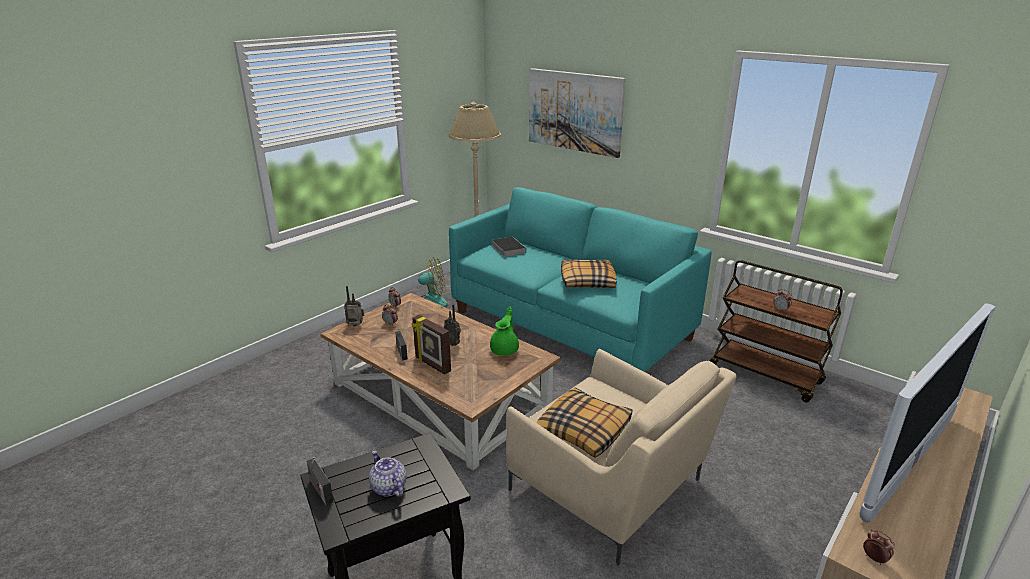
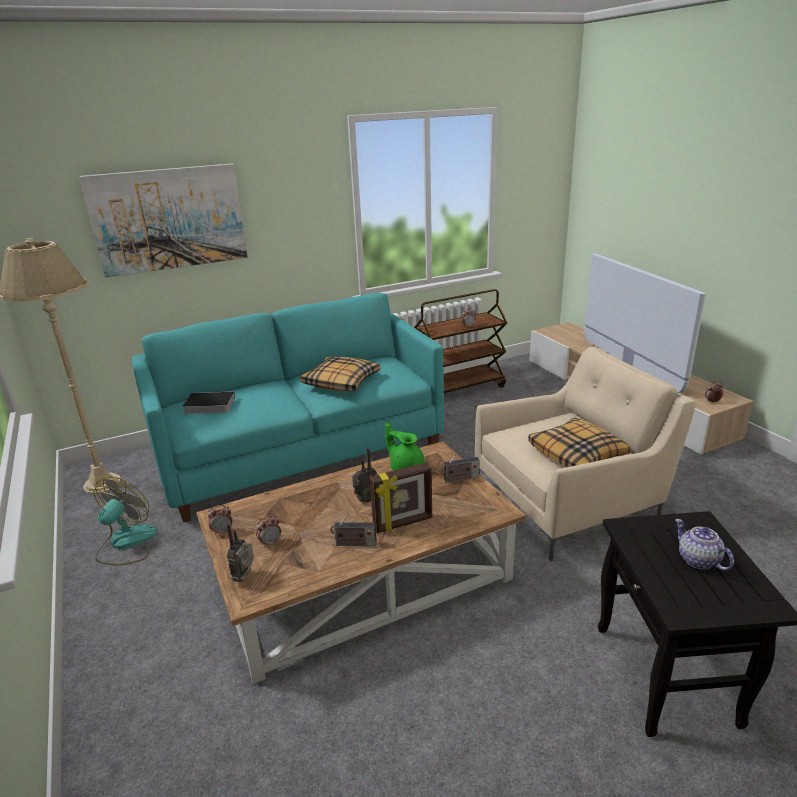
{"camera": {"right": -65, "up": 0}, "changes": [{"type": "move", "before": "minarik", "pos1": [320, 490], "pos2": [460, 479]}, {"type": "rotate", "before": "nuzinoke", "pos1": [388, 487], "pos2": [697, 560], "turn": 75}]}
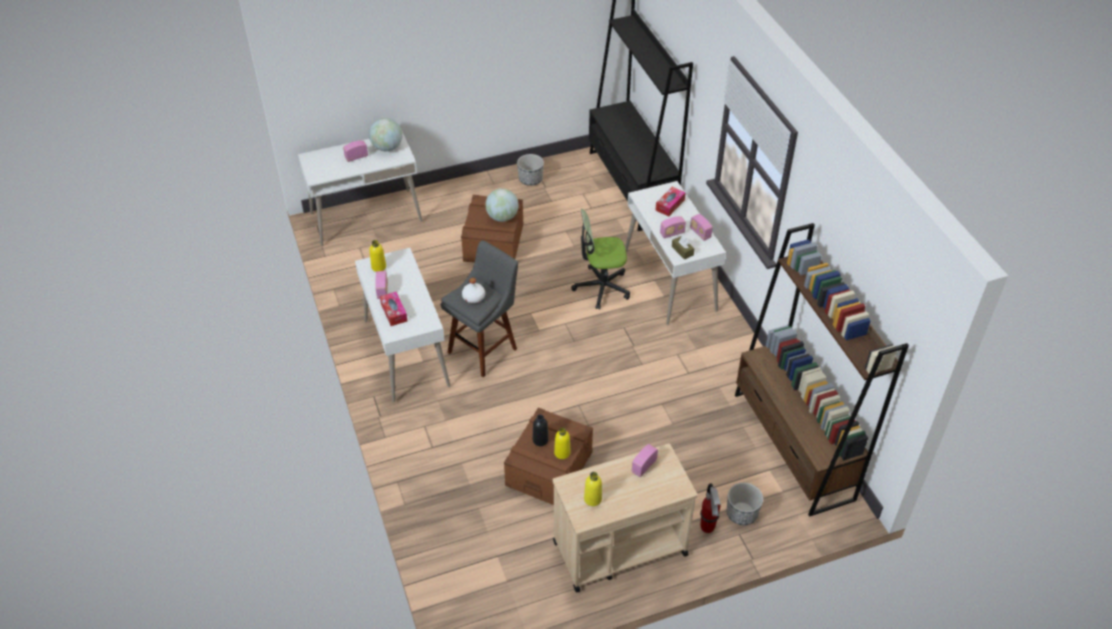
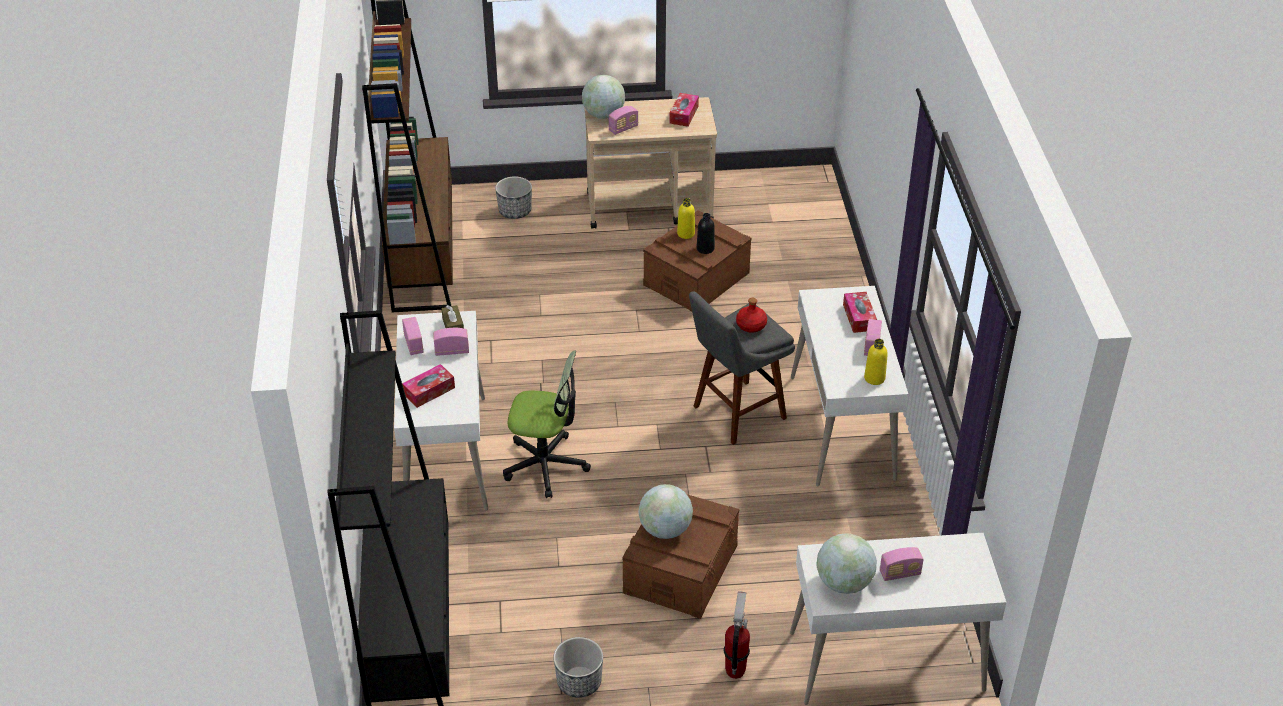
{"camera": {"right": -165, "up": -5}, "changes": [{"type": "insert", "after": "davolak", "pos2": [603, 115]}, {"type": "replace", "before": "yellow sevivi", "after": "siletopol", "pos1": [592, 499], "pos2": [684, 115]}, {"type": "move", "before": "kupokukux", "pos1": [707, 528], "pos2": [735, 670]}, {"type": "recolor", "before": "white sevivi", "after": "red sevivi", "pos1": [473, 297], "pos2": [751, 325]}]}
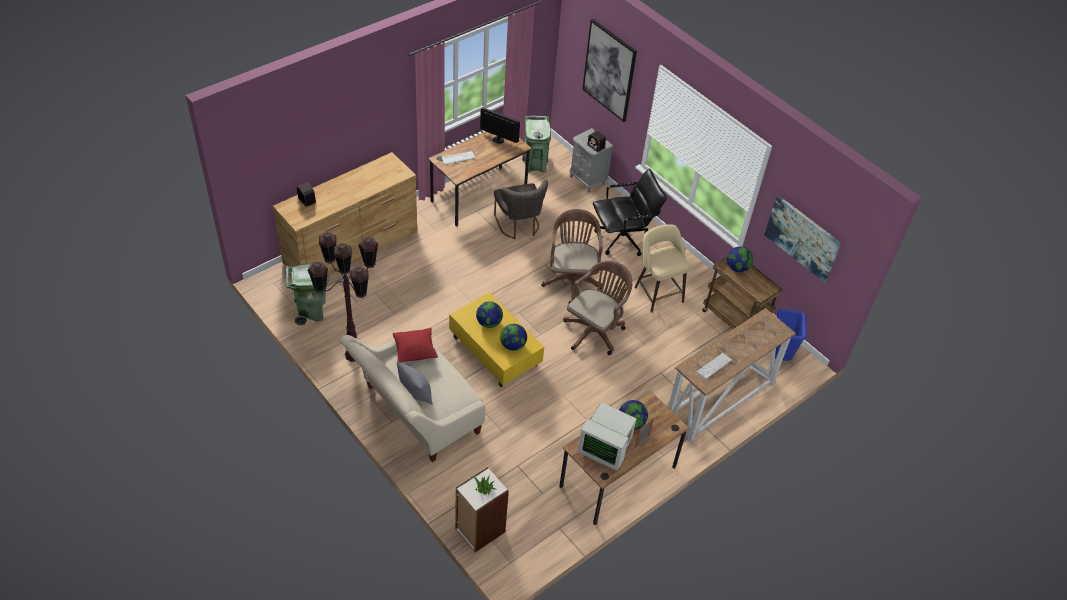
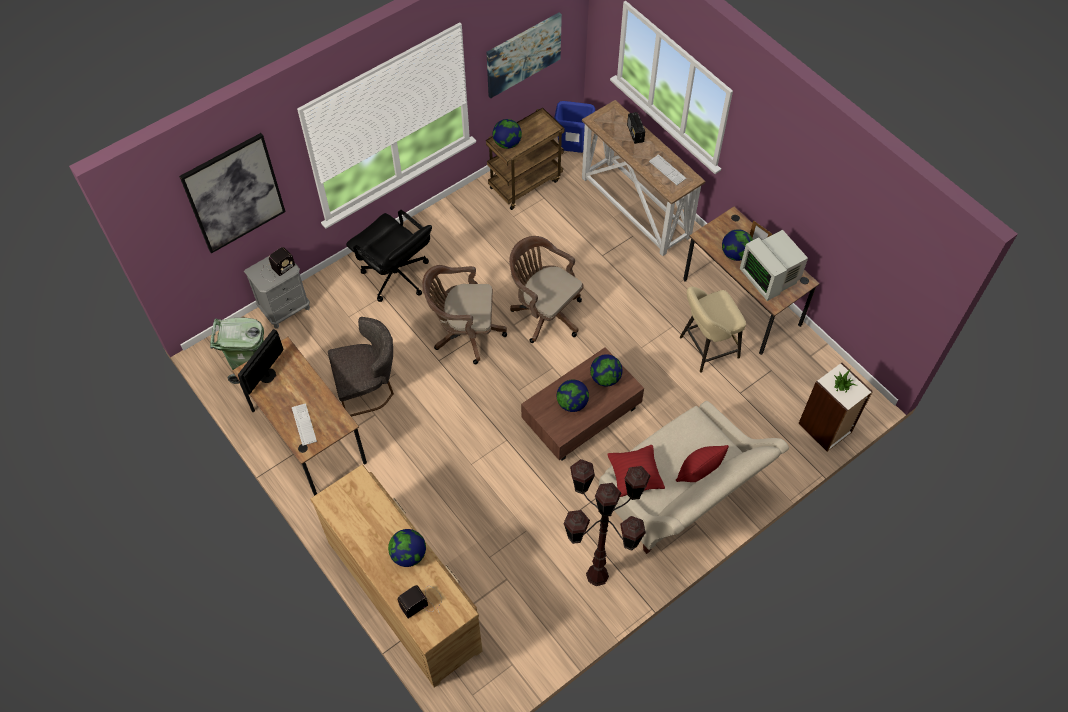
{"camera": {"right": -85, "up": 10}, "changes": [{"type": "rotate", "before": "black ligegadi", "pos1": [623, 239], "pos2": [396, 277], "turn": 150}, {"type": "insert", "after": "davolak", "pos2": [408, 554]}, {"type": "recolor", "before": "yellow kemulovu", "after": "brown kemulovu", "pos1": [494, 350], "pos2": [580, 415]}, {"type": "insert", "after": "minarik", "pos2": [635, 134]}, {"type": "recolor", "before": "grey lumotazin", "after": "red lumotazin", "pos1": [415, 394], "pos2": [698, 472]}, {"type": "move", "before": "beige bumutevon", "pos1": [657, 293], "pos2": [706, 348]}, {"type": "rotate", "before": "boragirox", "pos1": [605, 448], "pos2": [770, 278], "turn": 120}, {"type": "delete", "before": "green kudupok", "pos1": [311, 312]}]}
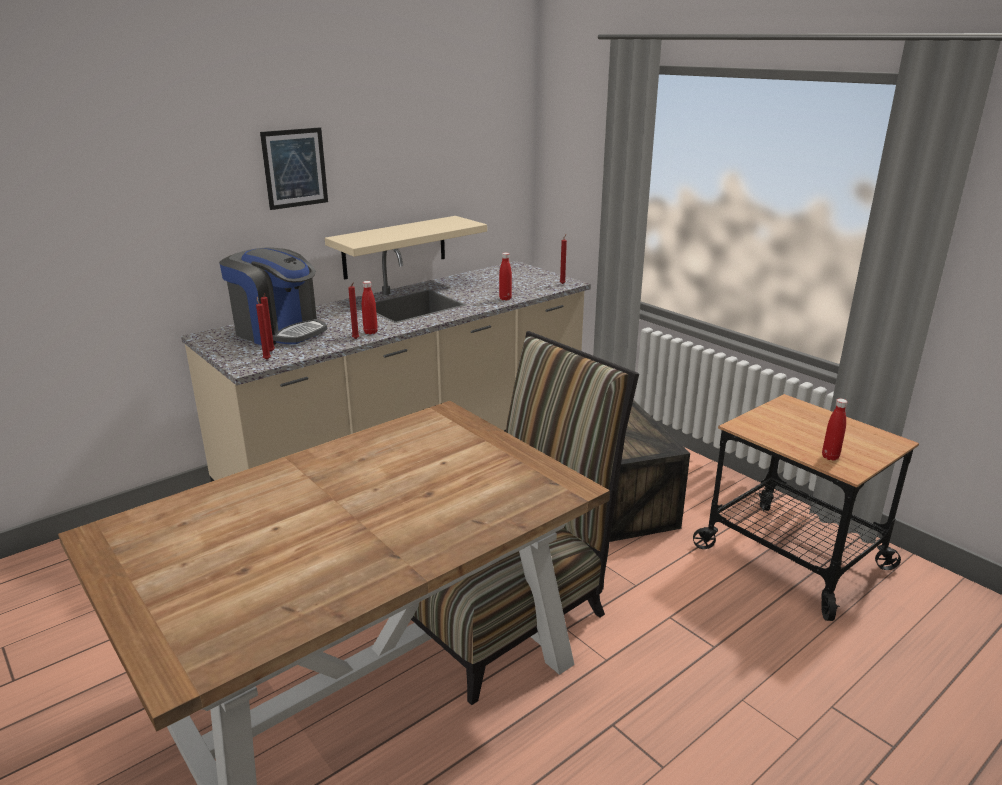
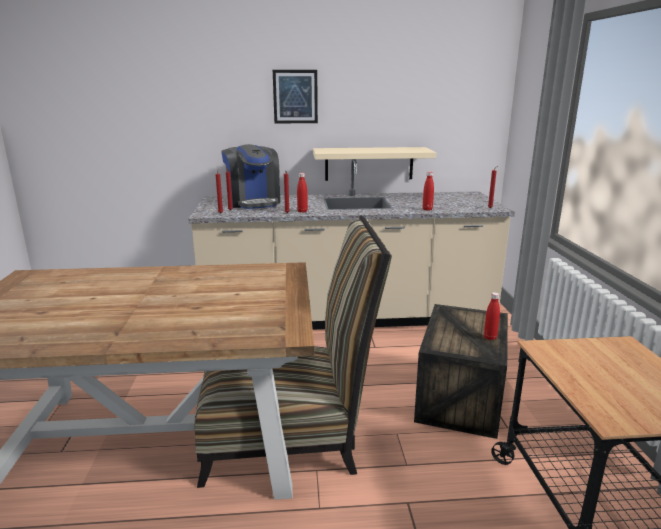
{"camera": {"right": 35, "up": -5}, "changes": [{"type": "move", "before": "red sevivi", "pos1": [830, 457], "pos2": [490, 337]}]}
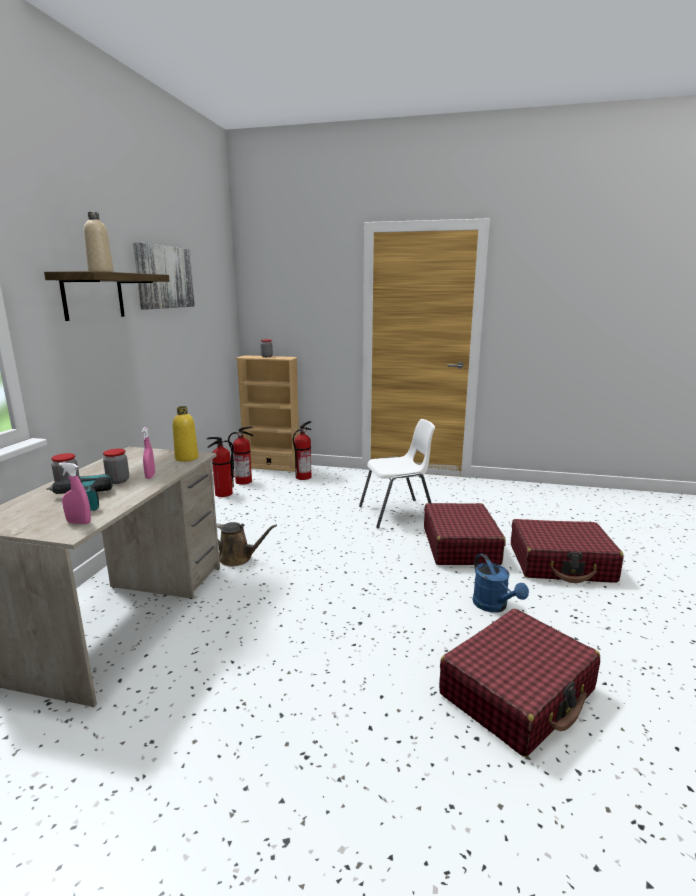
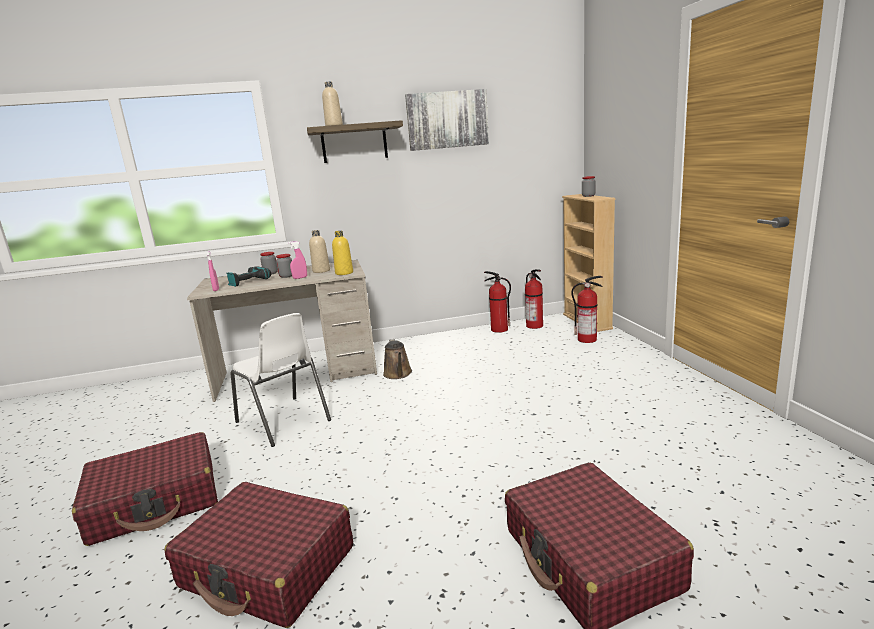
{"camera": {"right": 65, "up": 0}, "changes": [{"type": "move", "before": "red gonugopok", "pos1": [460, 545], "pos2": [156, 501]}, {"type": "move", "before": "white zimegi", "pos1": [398, 513], "pos2": [284, 422]}, {"type": "insert", "after": "beige sevivi", "pos2": [321, 271]}, {"type": "delete", "before": "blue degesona", "pos1": [494, 606]}]}
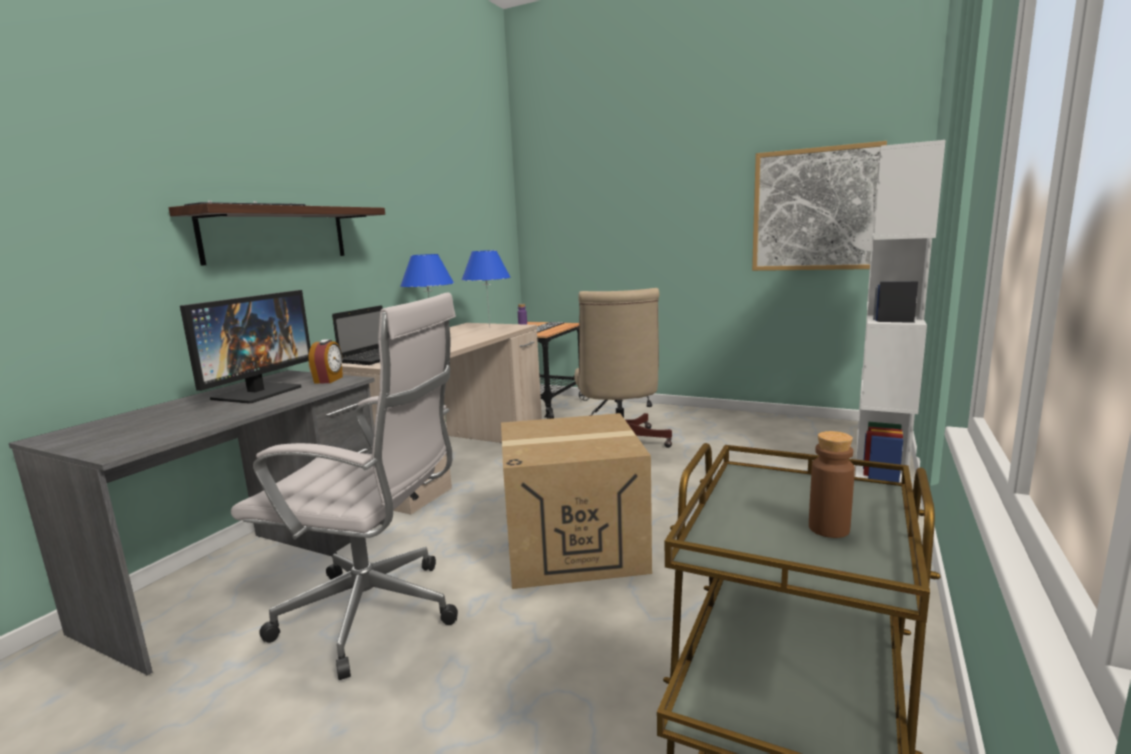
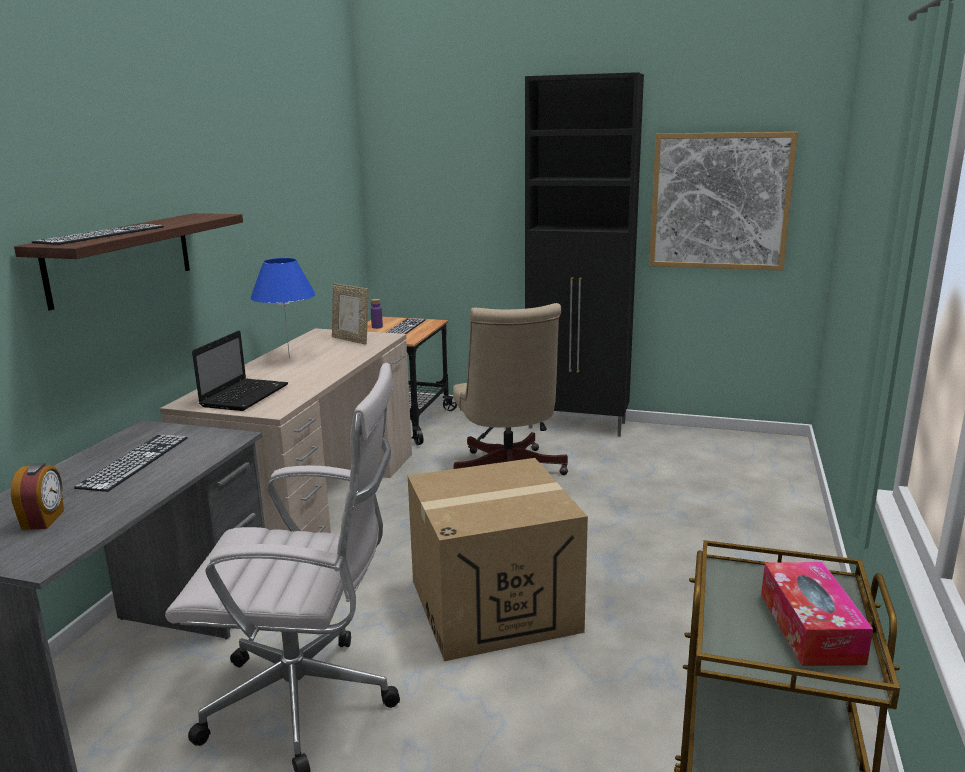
{"camera": {"right": -10, "up": 5}, "changes": [{"type": "move", "before": "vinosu", "pos1": [329, 380], "pos2": [44, 520]}, {"type": "replace", "before": "boragirox", "after": "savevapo", "pos1": [258, 392], "pos2": [134, 462]}, {"type": "replace", "before": "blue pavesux", "after": "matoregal", "pos1": [490, 328], "pos2": [351, 340]}, {"type": "insert", "after": "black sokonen", "pos2": [578, 426]}, {"type": "replace", "before": "brown sevivi", "after": "siletopol", "pos1": [828, 528], "pos2": [810, 627]}, {"type": "delete", "before": "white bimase", "pos1": [881, 457]}]}
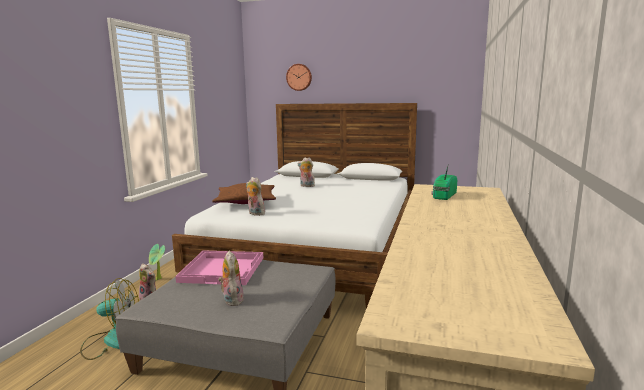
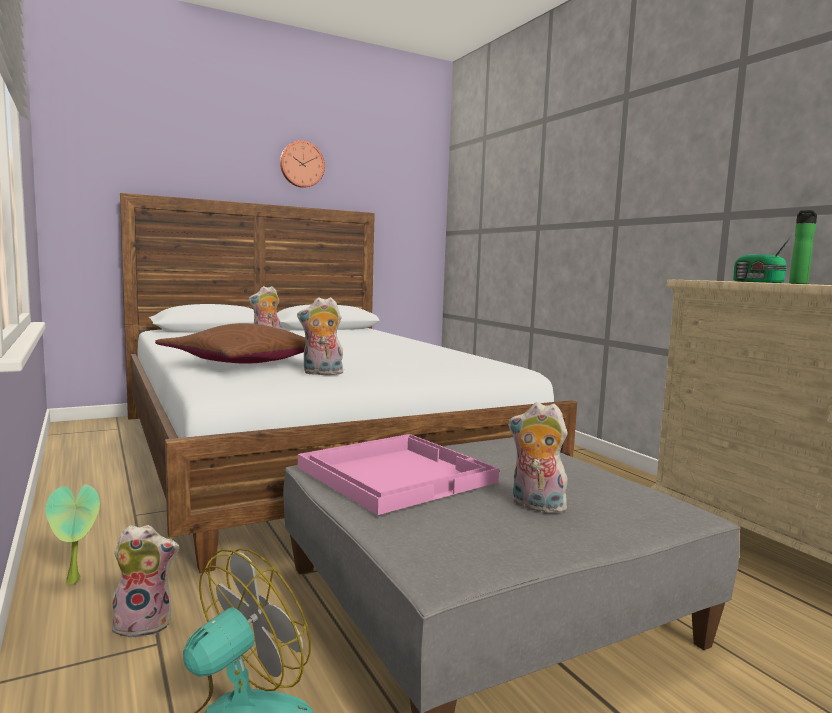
{"camera": {"right": -45, "up": -5}, "changes": [{"type": "move", "before": "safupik", "pos1": [299, 77], "pos2": [301, 164]}, {"type": "insert", "after": "sevivi", "pos2": [798, 283]}]}
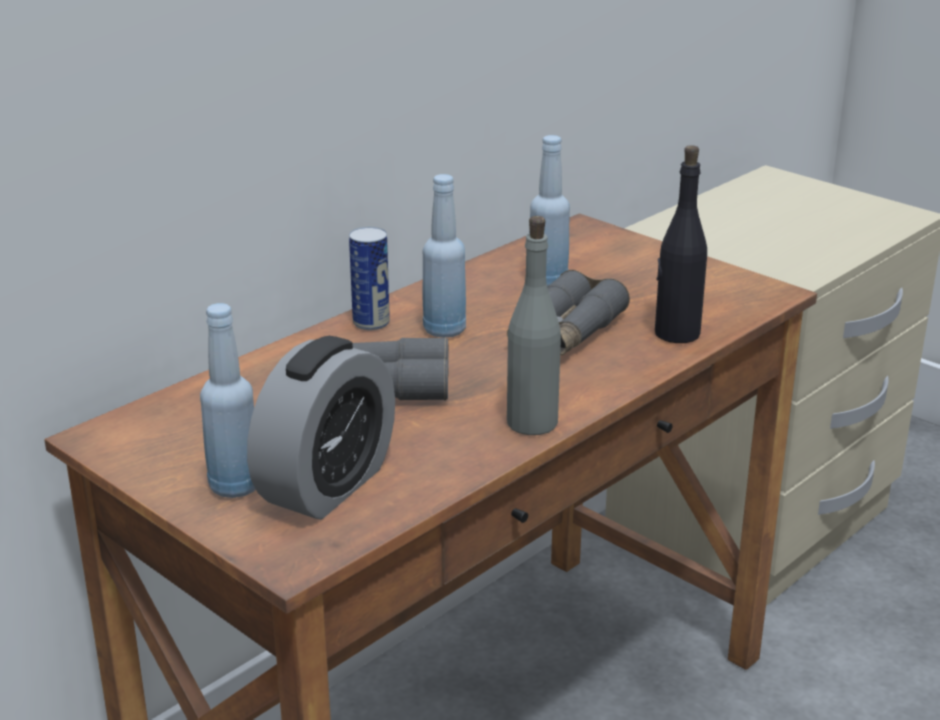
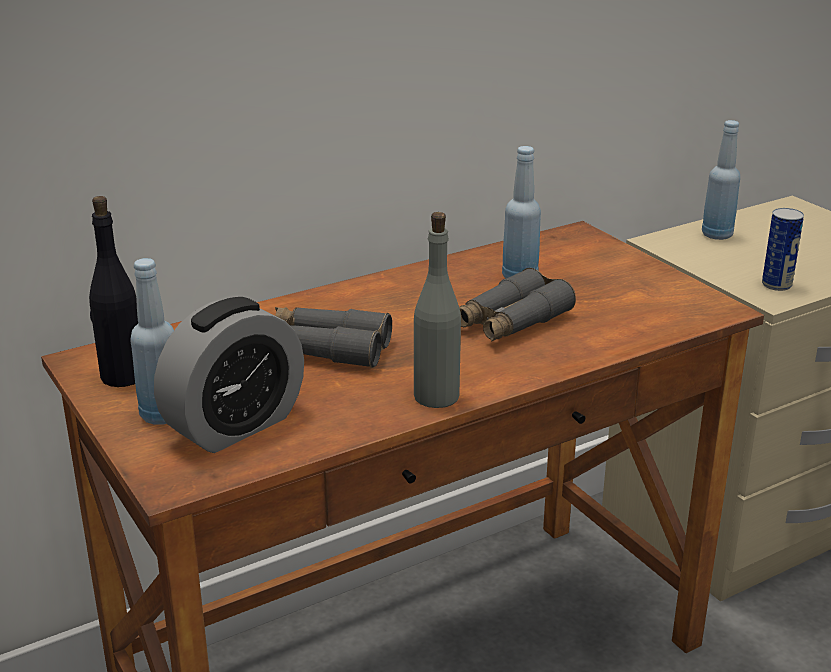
{"camera": {"right": 15, "up": 0}, "changes": [{"type": "move", "before": "black sevivi", "pos1": [676, 333], "pos2": [122, 376]}, {"type": "move", "before": "blue sevivi", "pos1": [444, 330], "pos2": [717, 235]}, {"type": "move", "before": "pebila", "pos1": [371, 323], "pos2": [776, 285]}]}
